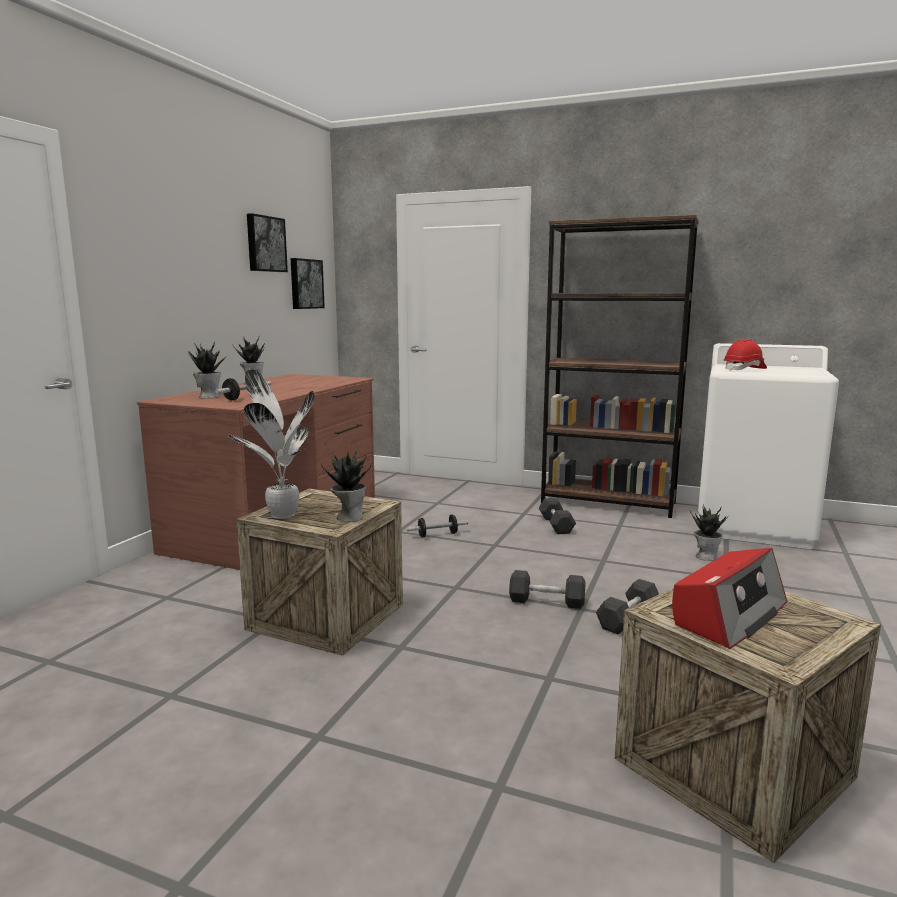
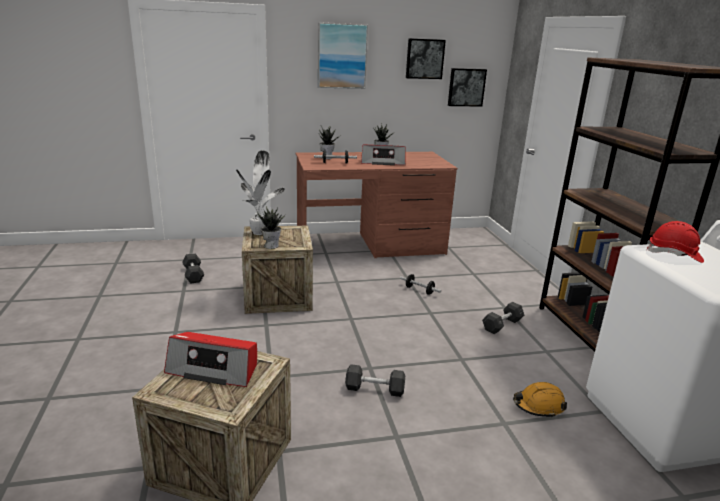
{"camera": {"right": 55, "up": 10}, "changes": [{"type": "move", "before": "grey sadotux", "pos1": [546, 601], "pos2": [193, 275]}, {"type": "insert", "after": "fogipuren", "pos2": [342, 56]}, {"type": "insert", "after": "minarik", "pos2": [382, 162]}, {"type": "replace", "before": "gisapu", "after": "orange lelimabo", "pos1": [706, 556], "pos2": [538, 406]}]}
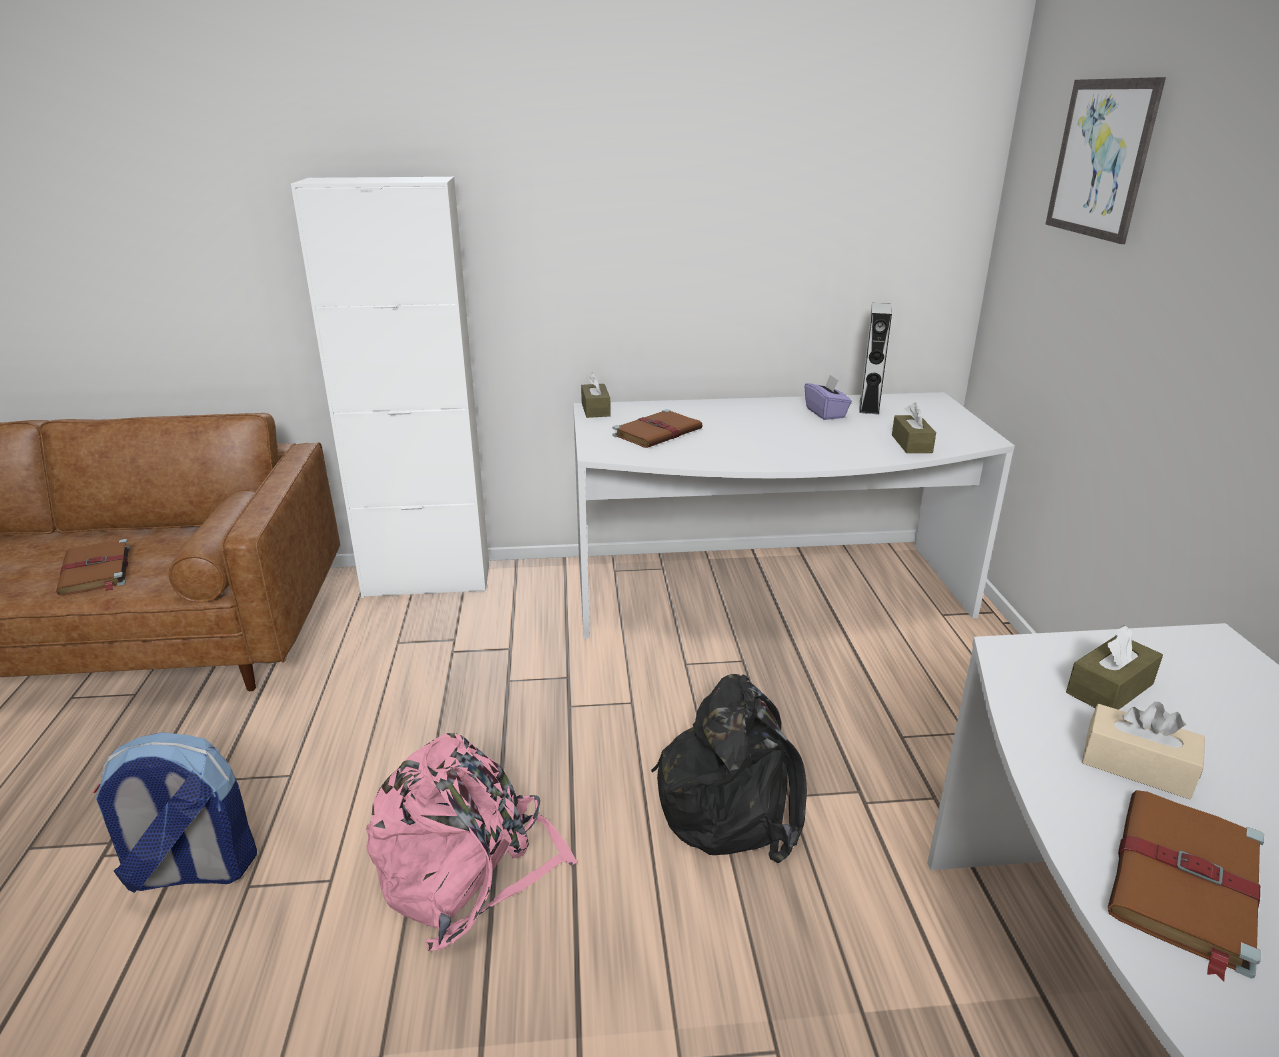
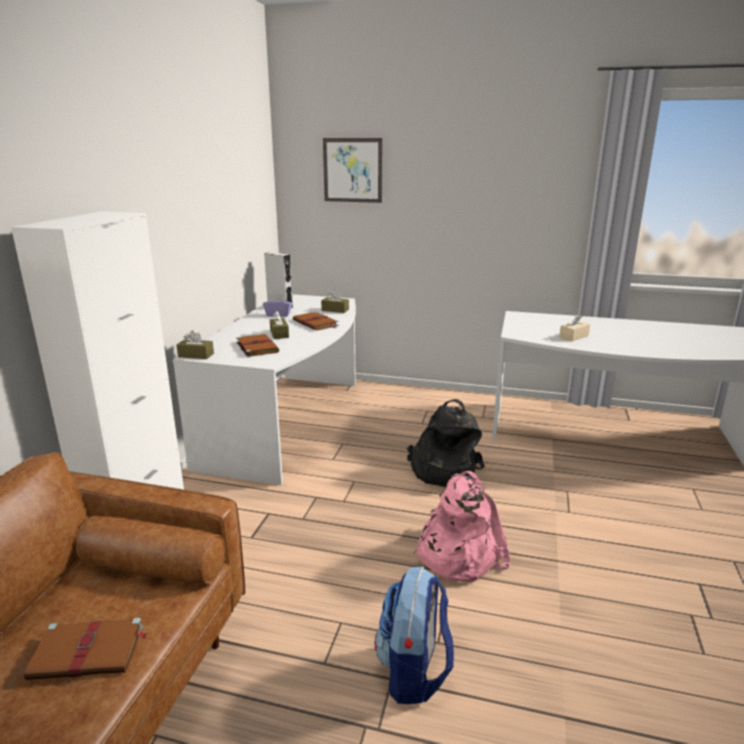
{"camera": {"right": -70, "up": -5}, "changes": [{"type": "move", "before": "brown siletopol", "pos1": [1109, 688], "pos2": [279, 334]}, {"type": "move", "before": "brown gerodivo", "pos1": [1184, 883], "pos2": [316, 323]}]}
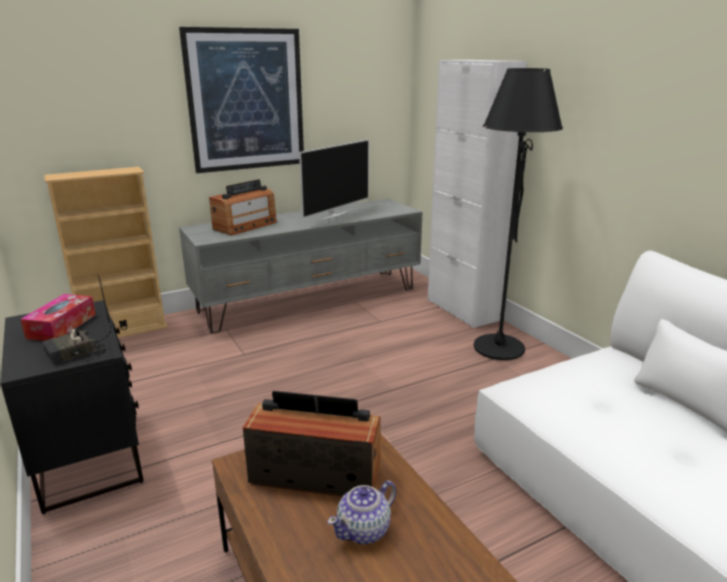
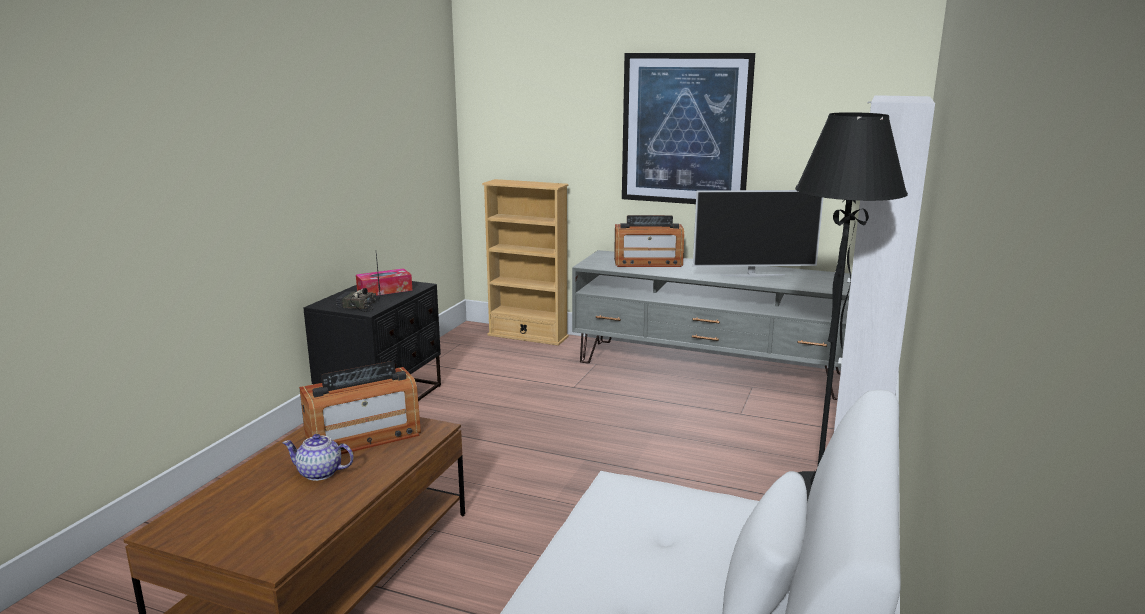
{"camera": {"right": 50, "up": -5}, "changes": [{"type": "rotate", "before": "minarik", "pos1": [316, 473], "pos2": [363, 437], "turn": 90}]}
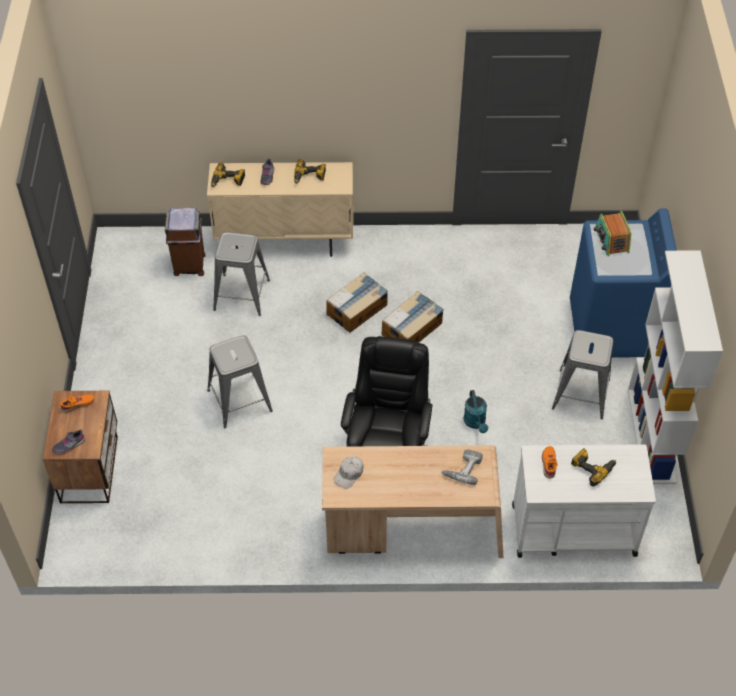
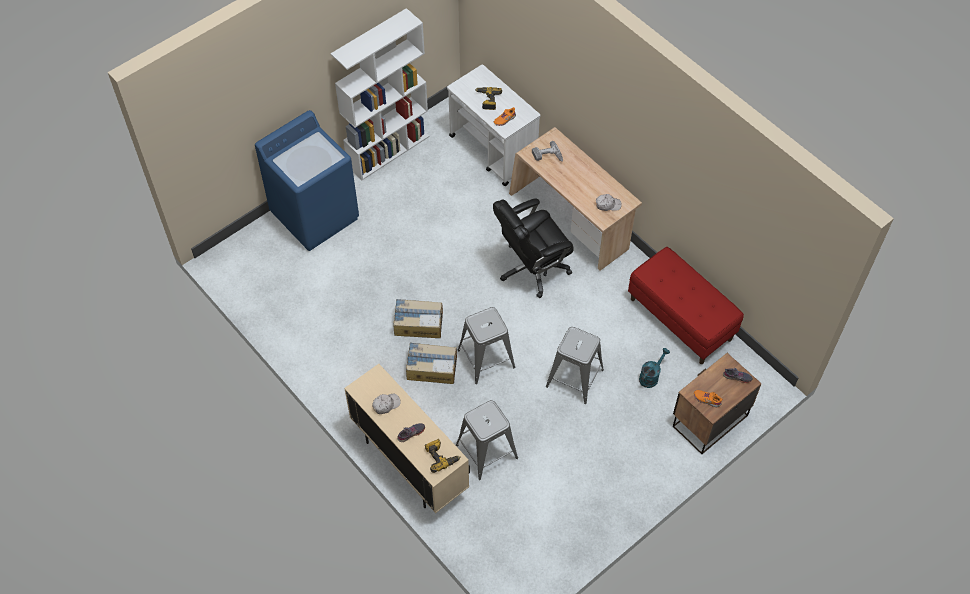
{"camera": {"right": -130, "up": 5}, "changes": [{"type": "replace", "before": "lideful", "after": "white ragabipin", "pos1": [309, 176], "pos2": [386, 404]}, {"type": "move", "before": "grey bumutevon", "pos1": [580, 394], "pos2": [486, 359]}, {"type": "insert", "after": "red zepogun", "pos2": [681, 319]}, {"type": "move", "before": "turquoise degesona", "pos1": [475, 423], "pos2": [651, 376]}, {"type": "delete", "before": "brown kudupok", "pos1": [189, 265]}, {"type": "delete", "before": "minarik", "pos1": [611, 240]}]}
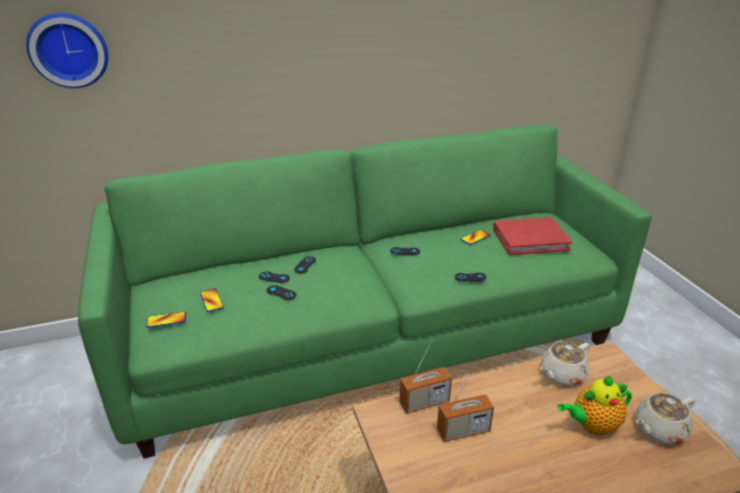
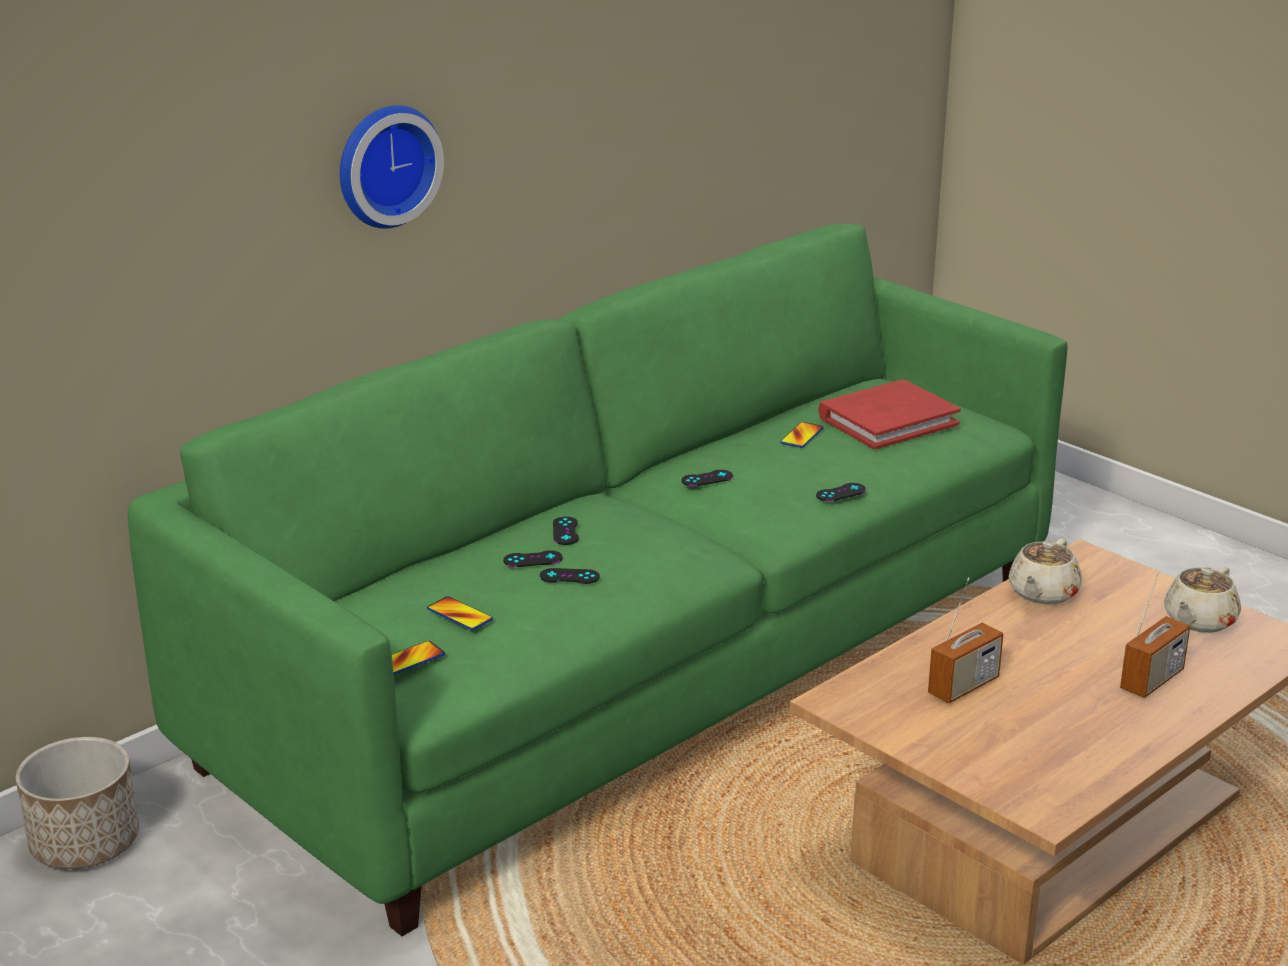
{"camera": {"right": -25, "up": -5}, "changes": [{"type": "insert", "after": "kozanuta", "pos2": [85, 842]}, {"type": "move", "before": "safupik", "pos1": [69, 50], "pos2": [385, 164]}, {"type": "move", "before": "minarik", "pos1": [424, 402], "pos2": [1152, 680]}, {"type": "delete", "before": "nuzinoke", "pos1": [592, 425]}]}
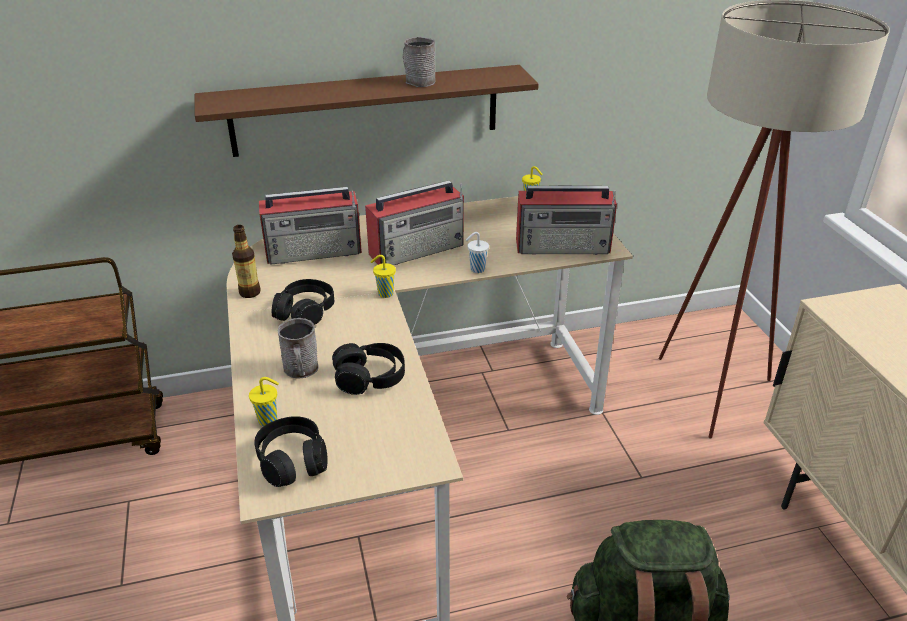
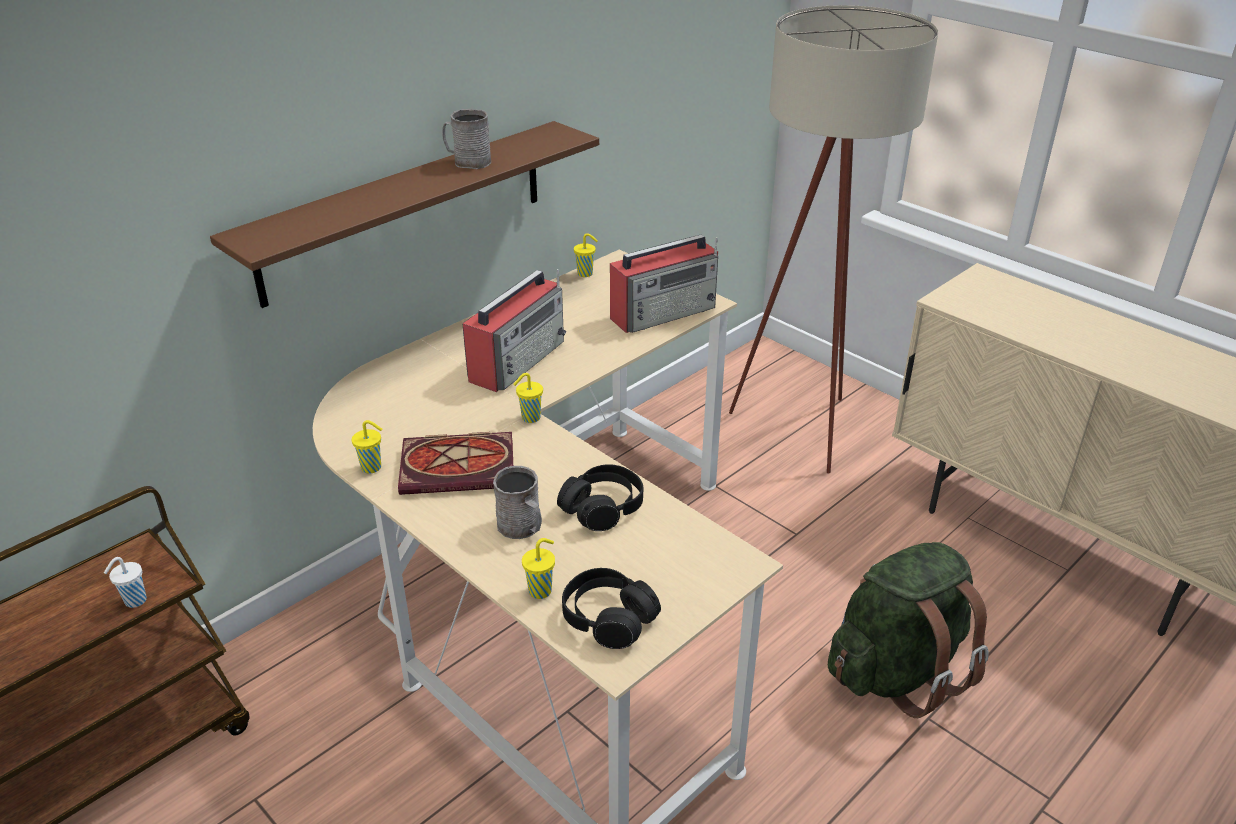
{"camera": {"right": -30, "up": 0}, "changes": [{"type": "move", "before": "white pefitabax", "pos1": [476, 269], "pos2": [134, 601]}, {"type": "replace", "before": "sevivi", "after": "yellow pefitabax", "pos1": [250, 292], "pos2": [372, 467]}, {"type": "replace", "before": "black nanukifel", "after": "gerodivo", "pos1": [305, 312], "pos2": [461, 466]}, {"type": "delete", "before": "minarik", "pos1": [315, 251]}]}
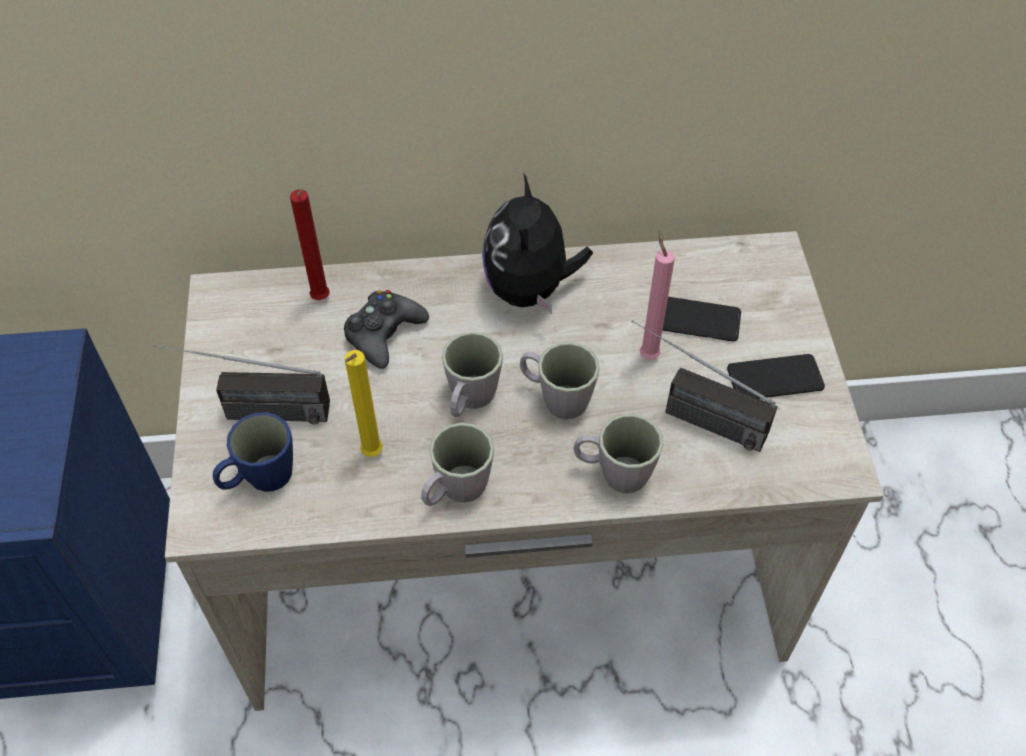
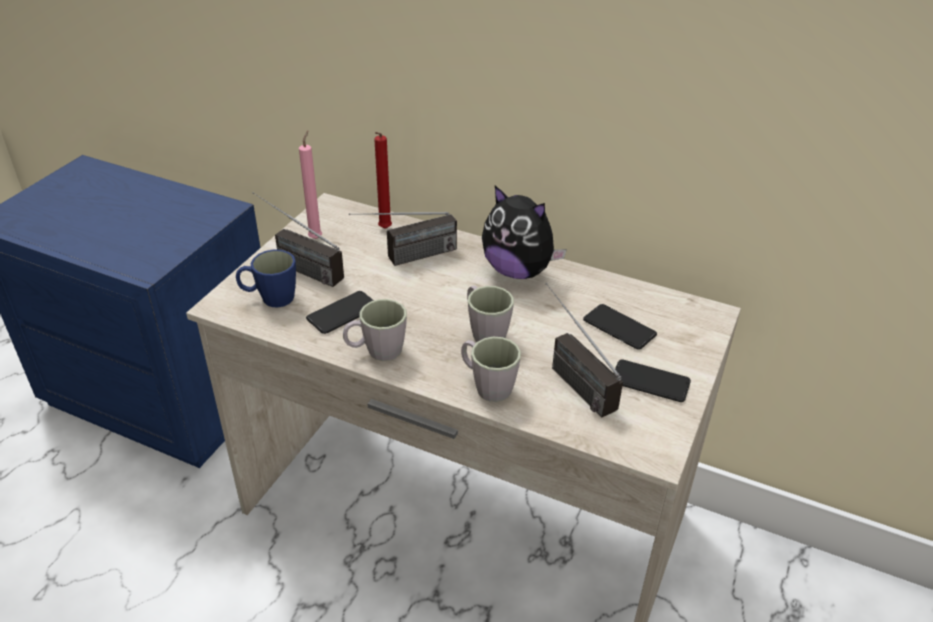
{"camera": {"right": 30, "up": -15}, "changes": [{"type": "move", "before": "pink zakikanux", "pos1": [647, 353], "pos2": [316, 237]}, {"type": "replace", "before": "yellow zakikanux", "after": "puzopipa", "pos1": [371, 455], "pos2": [342, 313]}, {"type": "replace", "before": "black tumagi", "after": "minarik", "pos1": [384, 334], "pos2": [406, 258]}, {"type": "rotate", "before": "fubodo", "pos1": [530, 290], "pos2": [518, 271], "turn": -90}, {"type": "delete", "before": "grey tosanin", "pos1": [469, 400]}]}
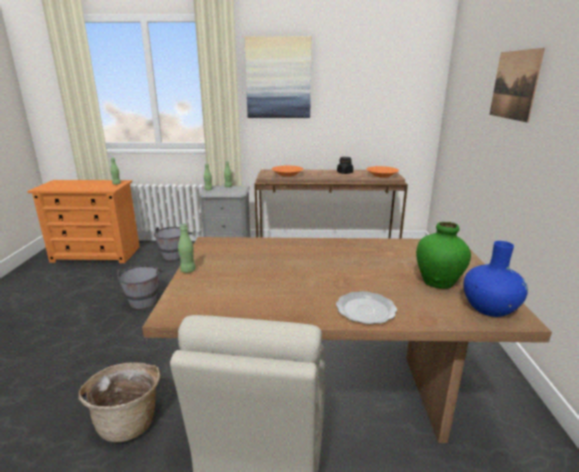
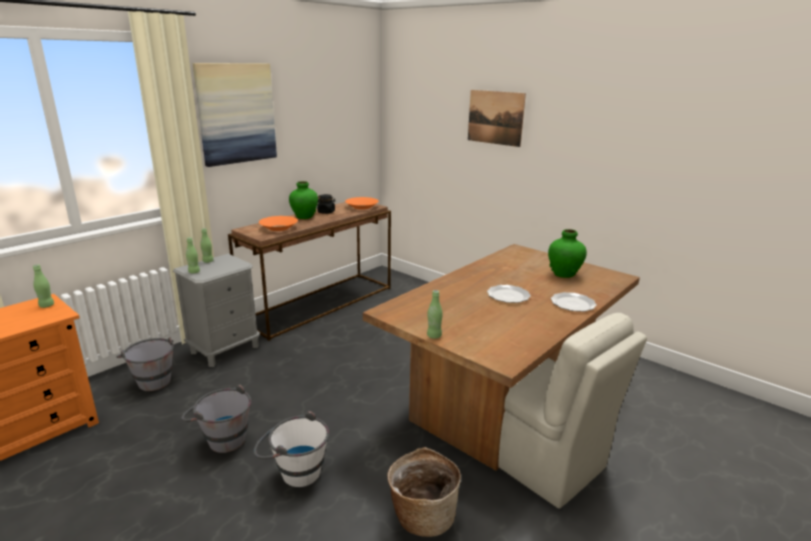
{"camera": {"right": -50, "up": 0}, "changes": [{"type": "insert", "after": "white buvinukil", "pos2": [293, 471]}, {"type": "insert", "after": "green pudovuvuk", "pos2": [304, 217]}, {"type": "insert", "after": "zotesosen", "pos2": [507, 295]}, {"type": "delete", "before": "blue pudovuvuk", "pos1": [489, 308]}]}
